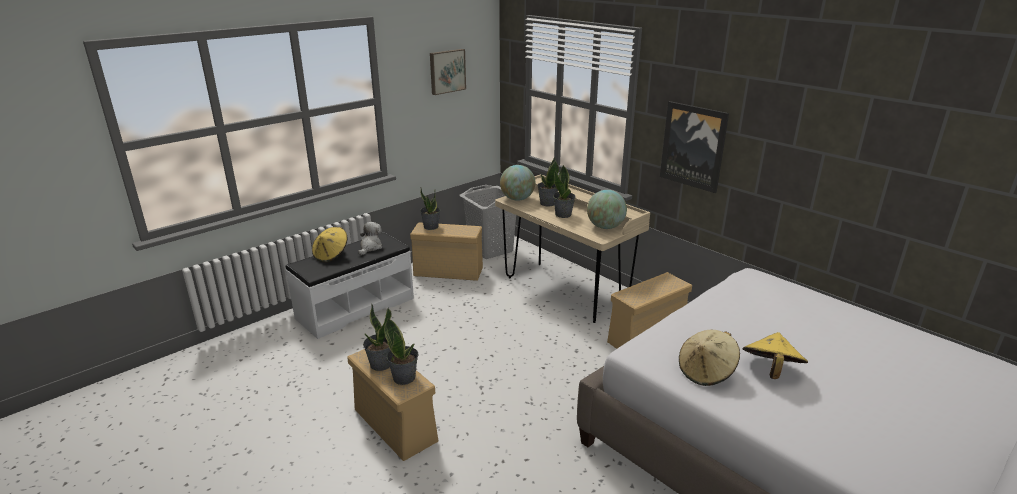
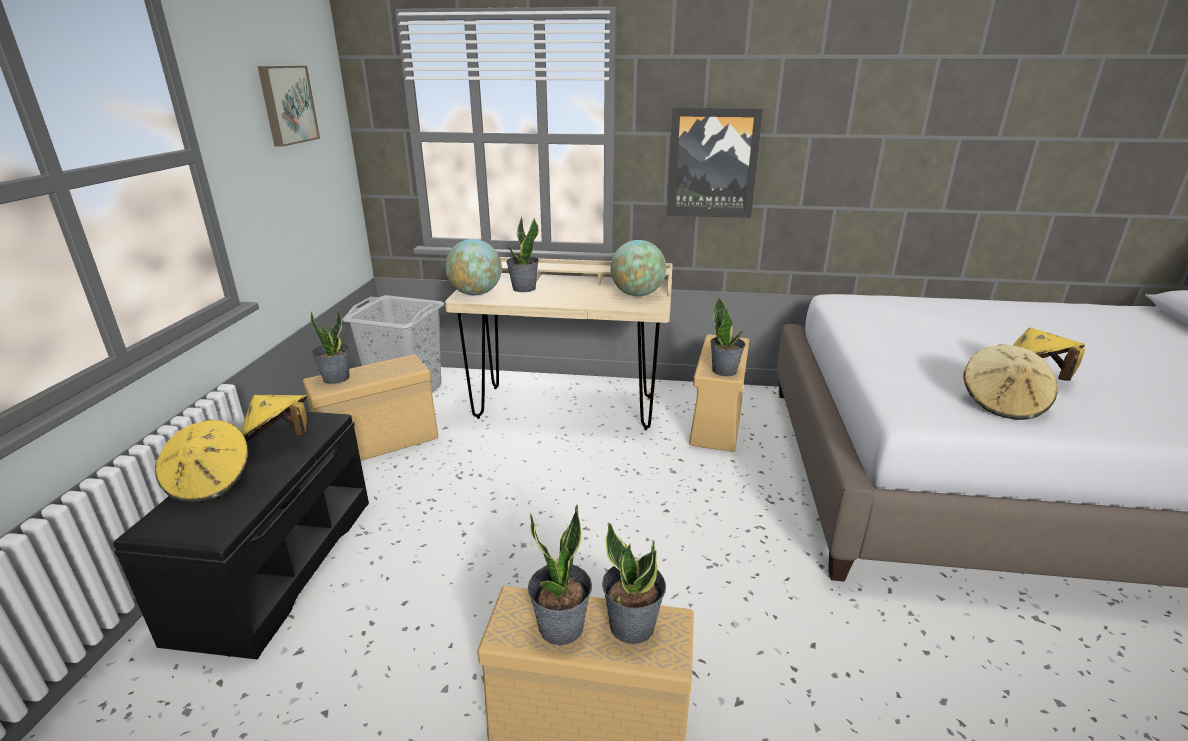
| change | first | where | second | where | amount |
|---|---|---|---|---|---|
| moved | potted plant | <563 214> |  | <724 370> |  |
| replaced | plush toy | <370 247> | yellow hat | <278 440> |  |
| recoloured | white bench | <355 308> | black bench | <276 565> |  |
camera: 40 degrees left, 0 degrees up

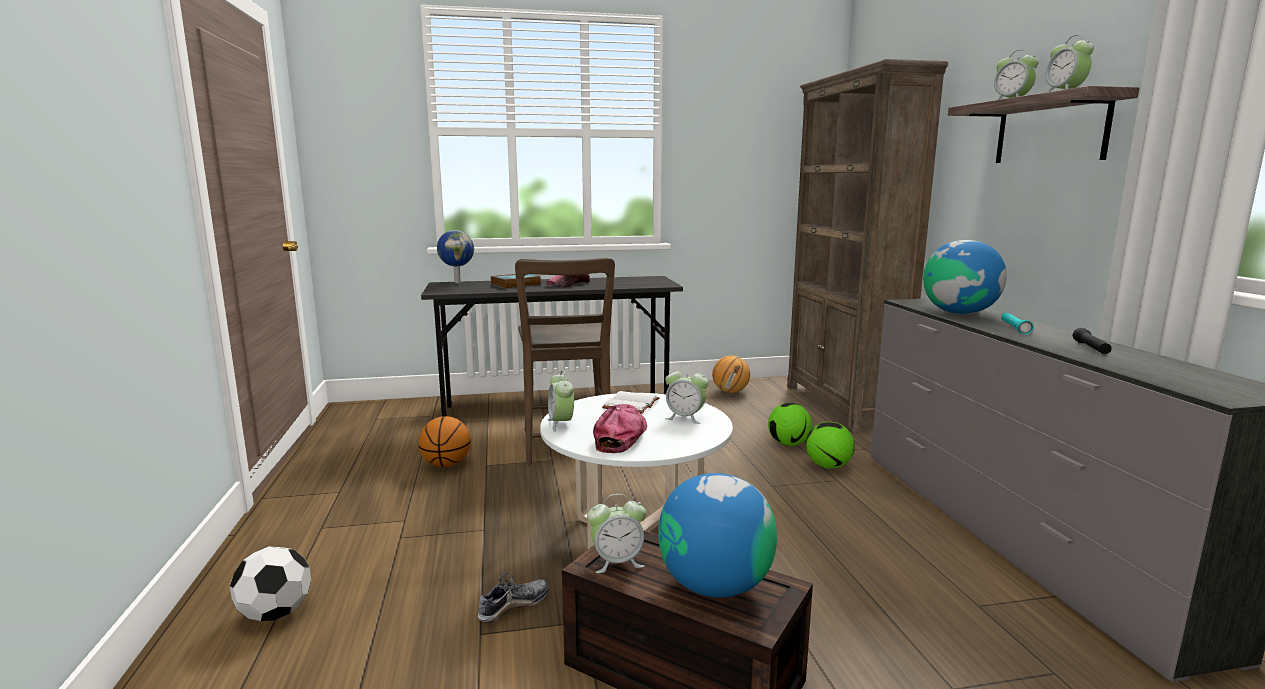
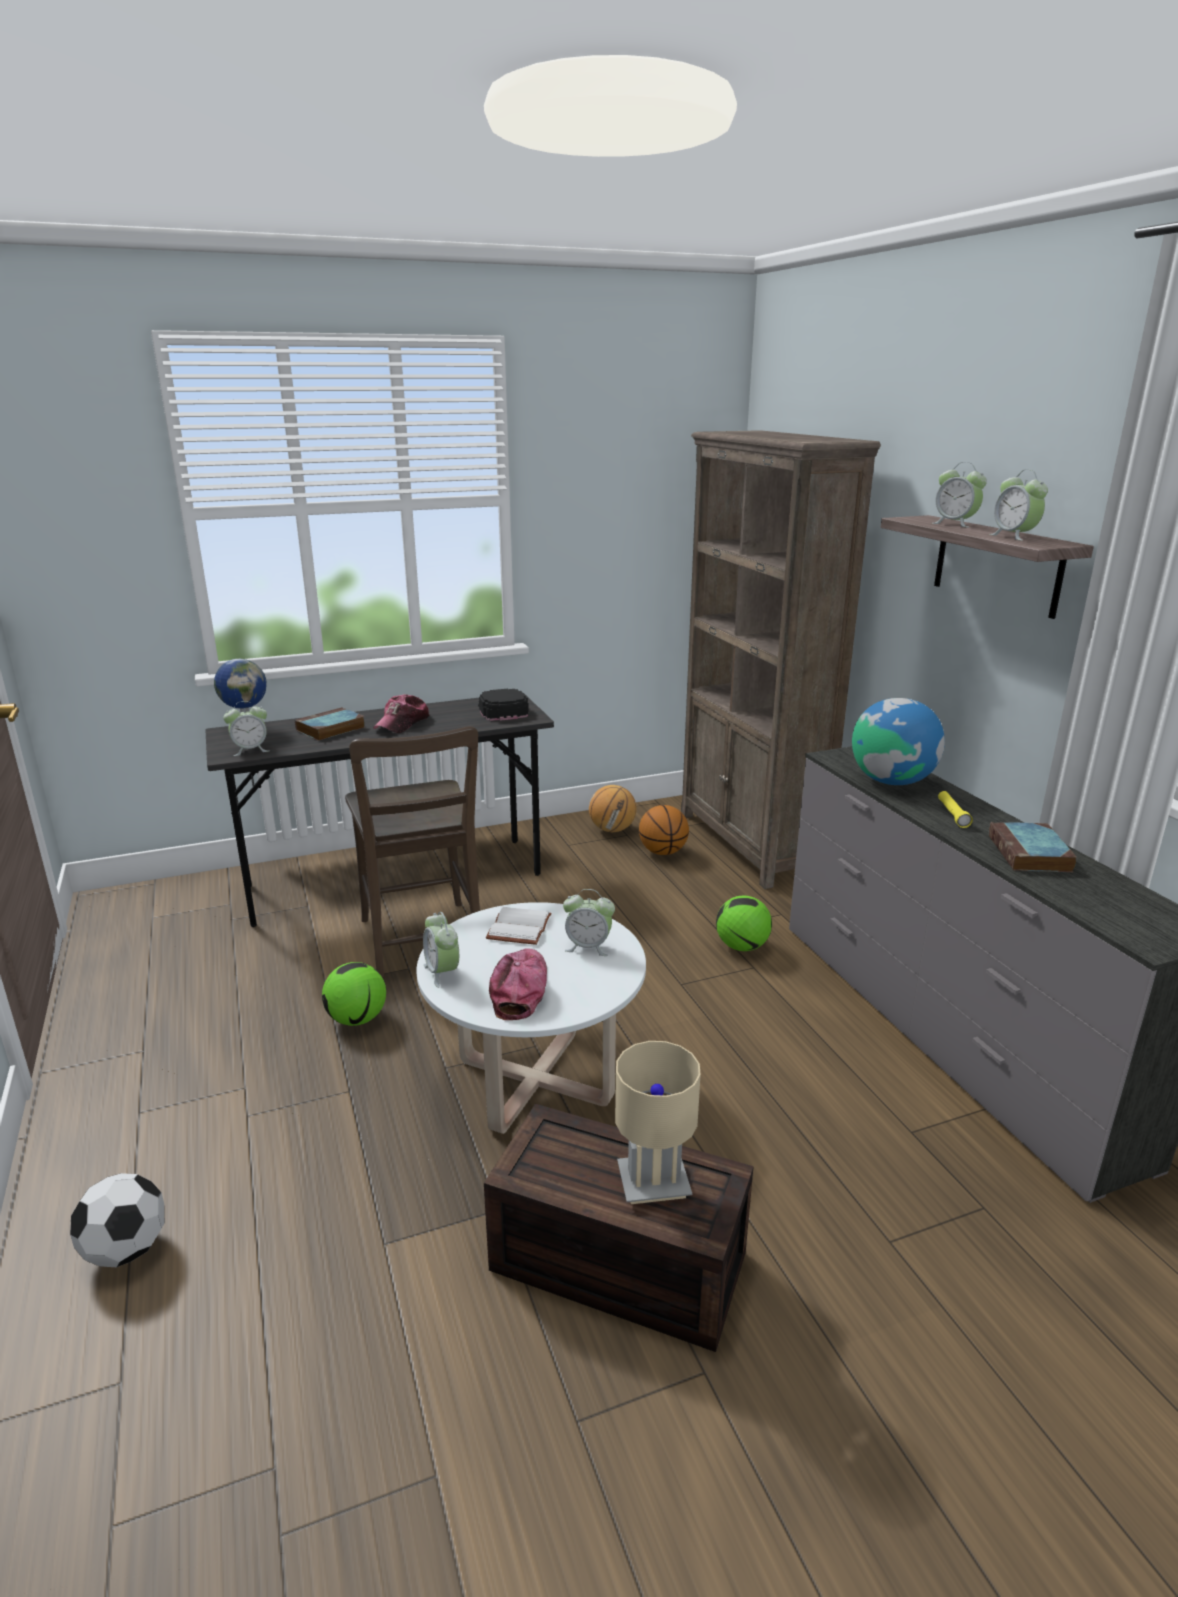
| change | first | where | second | where | amount |
|---|---|---|---|---|---|
| recoloured | turquoise flashlight | <1014 328> | yellow flashlight | <952 814> |  |
| replaced | black flashlight | <1091 348> | book | <1030 854> |  |
| moved | football | <788 444> |  | <357 1019> |  |
| moved | basketball | <446 465> |  | <662 852> |  |
| replaced | globe | <715 585> | beige table lamp | <653 1183> |  |
| moved | alarm clock | <617 562> |  | <250 750> |  |
| removed | shoe | <513 606> |  |  |  |
| added |  |  | black cap | <501 710> |  |
camera: 10 degrees left, 10 degrees up

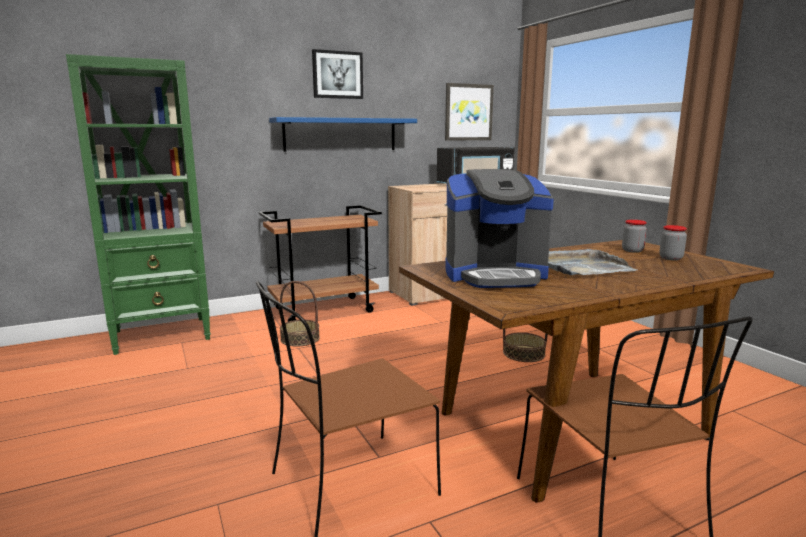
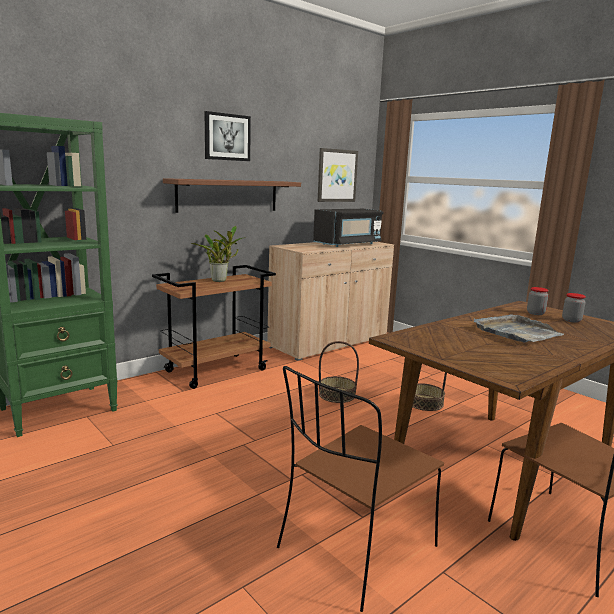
| change | first | where | second | where | amount |
|---|---|---|---|---|---|
| recoloured | blue shelf | <340 134> | brown shelf | <228 195> |  |
| removed | coffee machine | <495 275> |  |  |  |
| moved | basket | <300 339> |  | <337 395> |  |
| added |  |  | potted plant | <221 280> |  |
camera: 15 degrees left, 0 degrees up

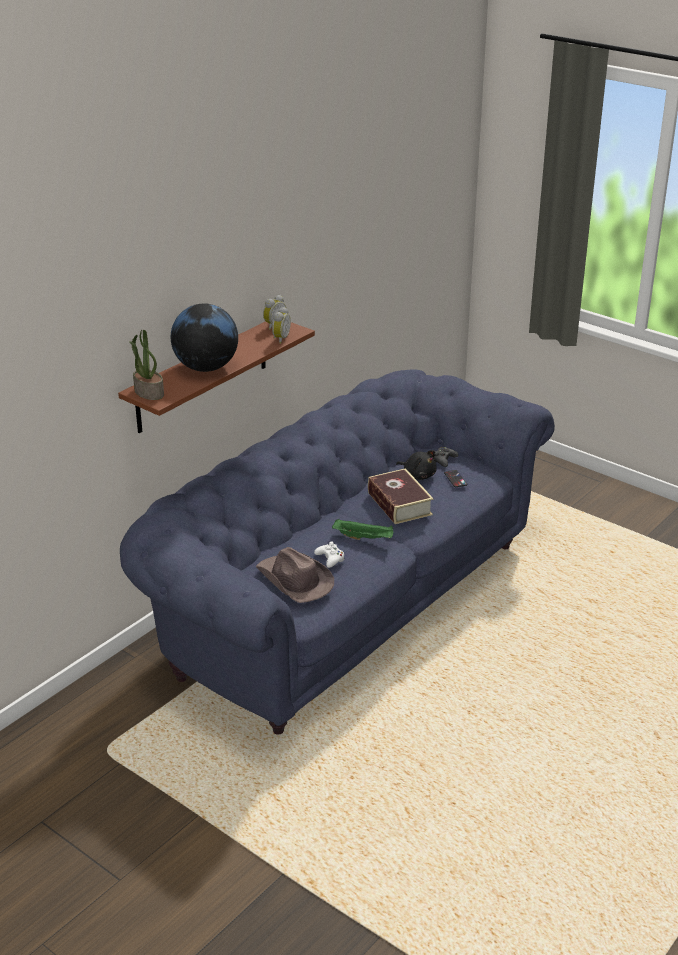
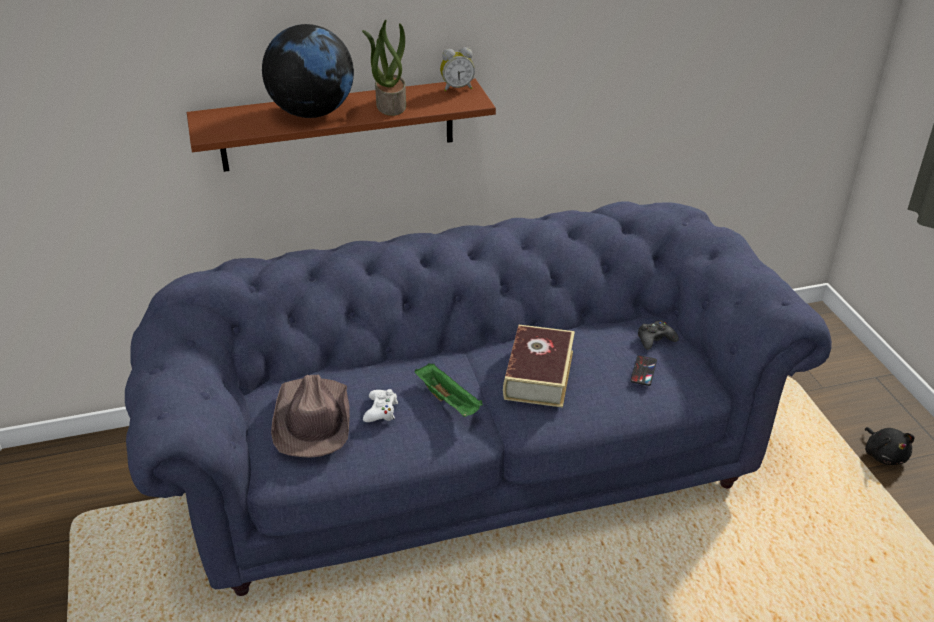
| change | first | where | second | where | amount |
|---|---|---|---|---|---|
| removed | alarm clock | <280 339> |  |  |  |
| moved | potted plant | <148 392> |  | <390 105> |  |
| moved | black plush toy | <418 475> |  | <884 455> |  |
camera: 35 degrees right, 5 degrees up

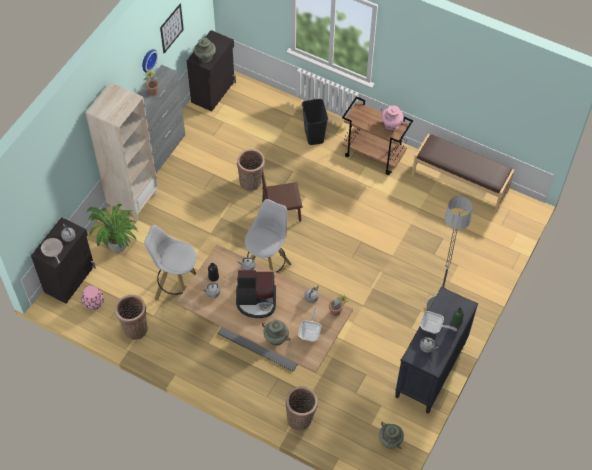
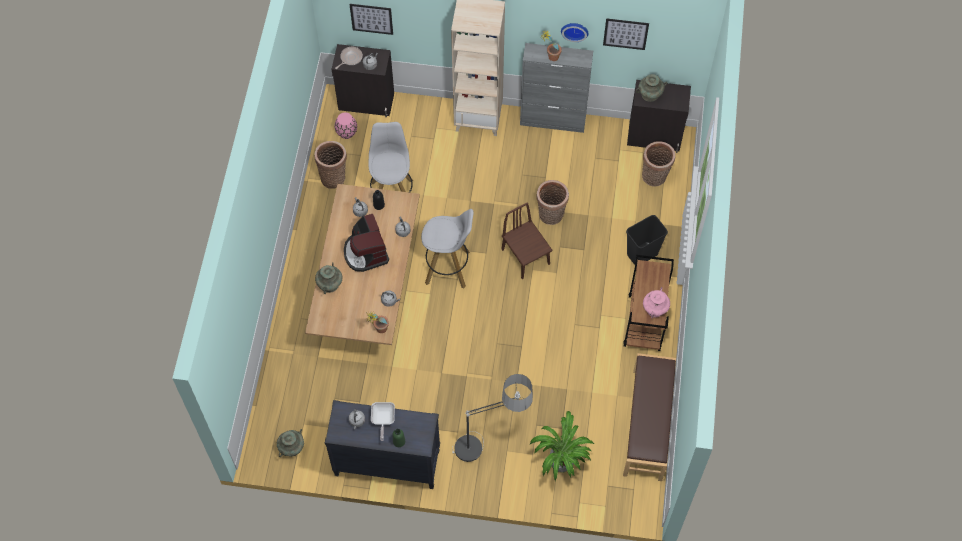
| change | first | where | second | where | amount |
|---|---|---|---|---|---|
| moved | potted plant | <118 245> |  | <561 463> |  |
| removed | frying pan | <310 332> |  |  |  |
| moved | basket | <301 419> |  | <655 177> |  |
| added |  |  | picture | <371 18> |  |
camera: 70 degrees right, 5 degrees up

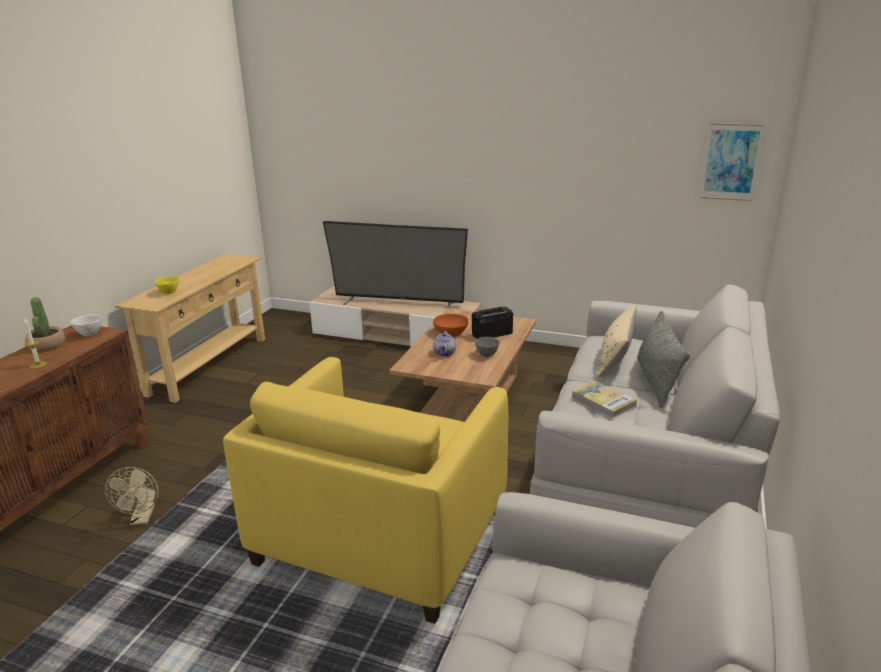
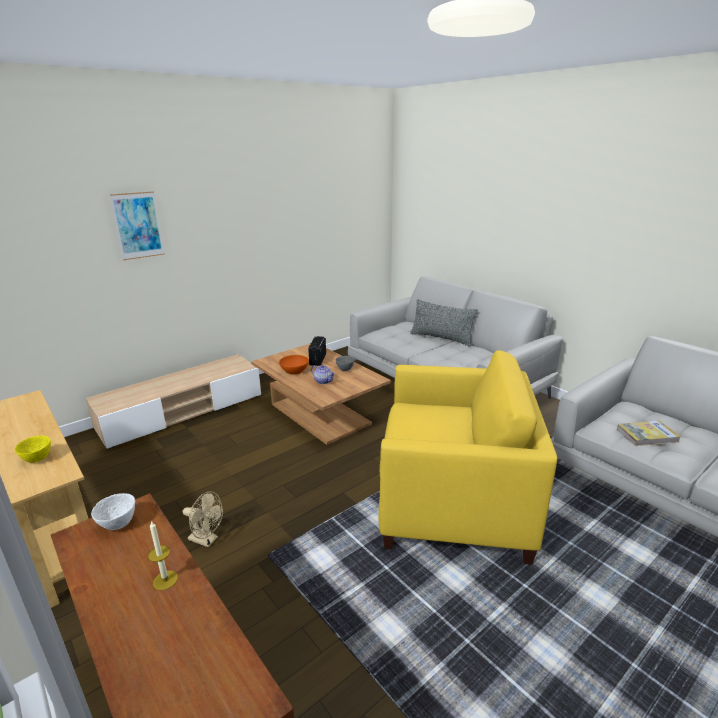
| change | first | where | second | where | amount |
|---|---|---|---|---|---|
| moved | picture | <731 162> |  | <138 225> |  |
| removed | television | <399 303> |  |  |  |
| removed | potted plant | <47 345> |  |  |  |
| removed | beige pillow | <615 359> |  |  |  |
| turned | yellow armchair | <381 536> |  | <453 500> | 45 degrees counterclockwise |
| moved | book | <603 401> |  | <647 435> |  |
| moved | beige fan | <142 519> |  | <207 540> |  |
camera: 60 degrees left, 0 degrees up

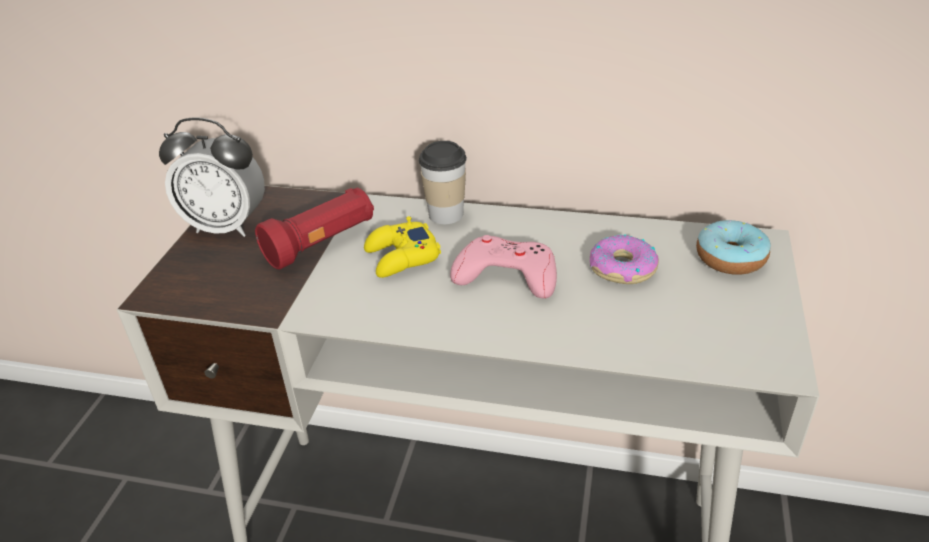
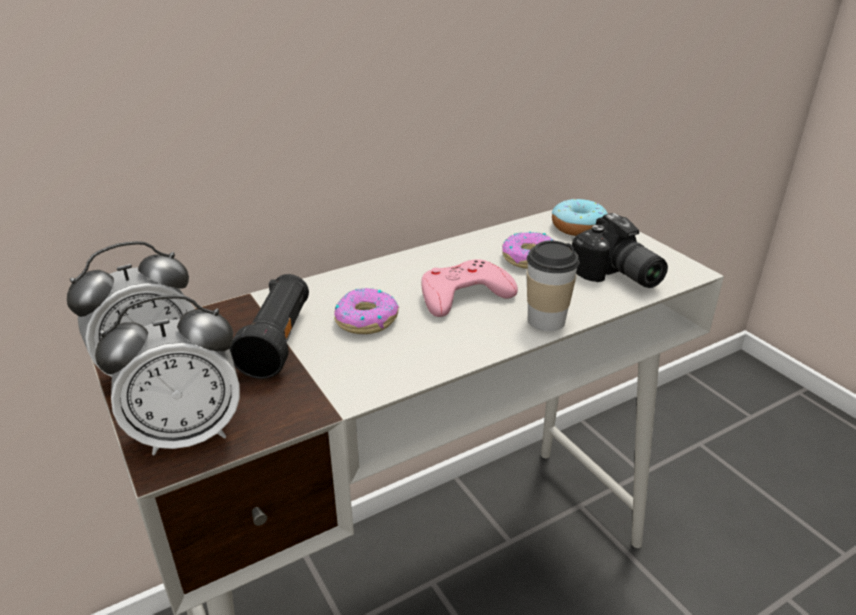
| change | first | where | second | where | amount |
|---|---|---|---|---|---|
| moved | cup | <446 214> |  | <546 320> |  |
| recoloured | red flashlight | <322 243> | black flashlight | <278 341> |  |
| replaced | yellow game controller | <401 257> | donut | <366 319> |  |
| added |  |  | photo camera | <616 276> |  |
| added |  |  | alarm clock | <188 433> |  |
camera: 45 degrees left, 5 degrees down

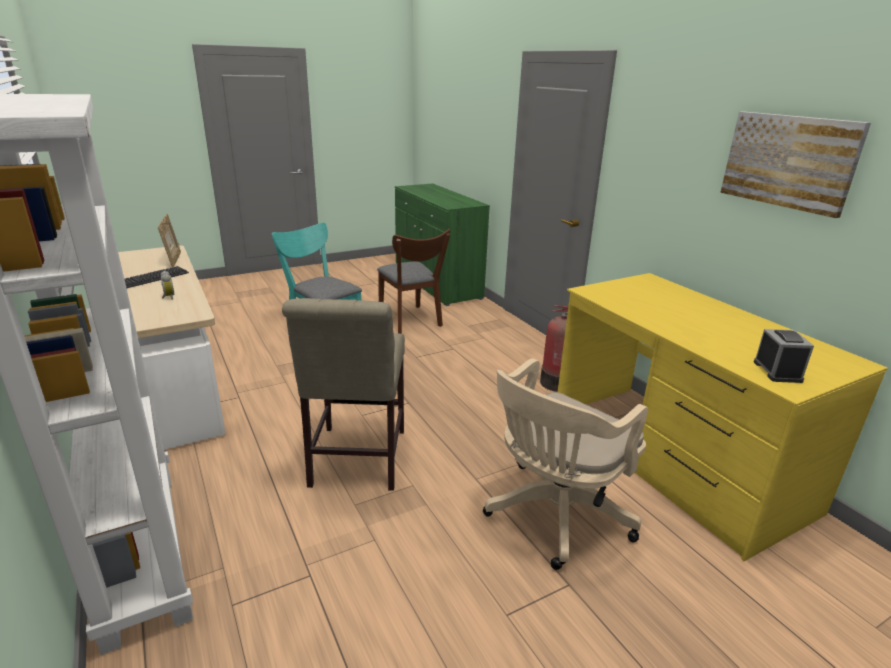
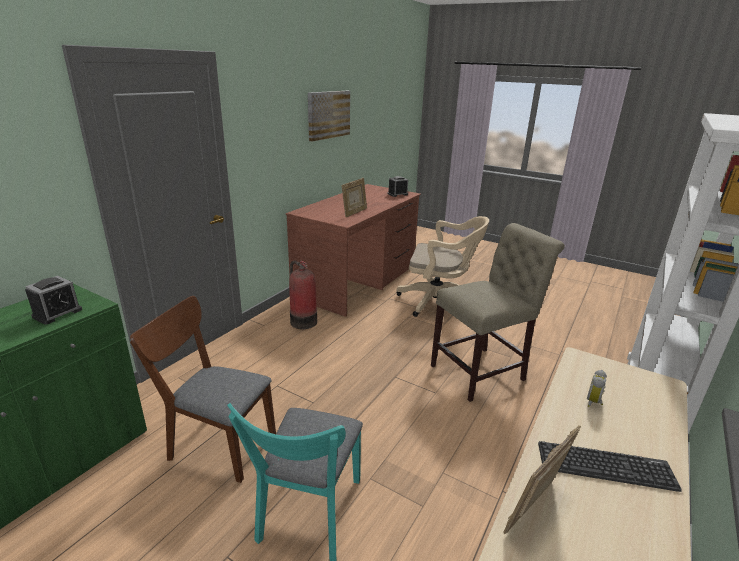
| change | first | where | second | where | amount |
|---|---|---|---|---|---|
| turned | brown chair | <411 321> |  | <216 443> | 105 degrees counterclockwise |
| recoloured | yellow desk | <673 458> | brown desk | <357 281> |  |
| added |  |  | picture frame | <354 213> |  |
| added |  |  | alarm clock | <57 313> |  |
camera: 120 degrees left, 0 degrees up

